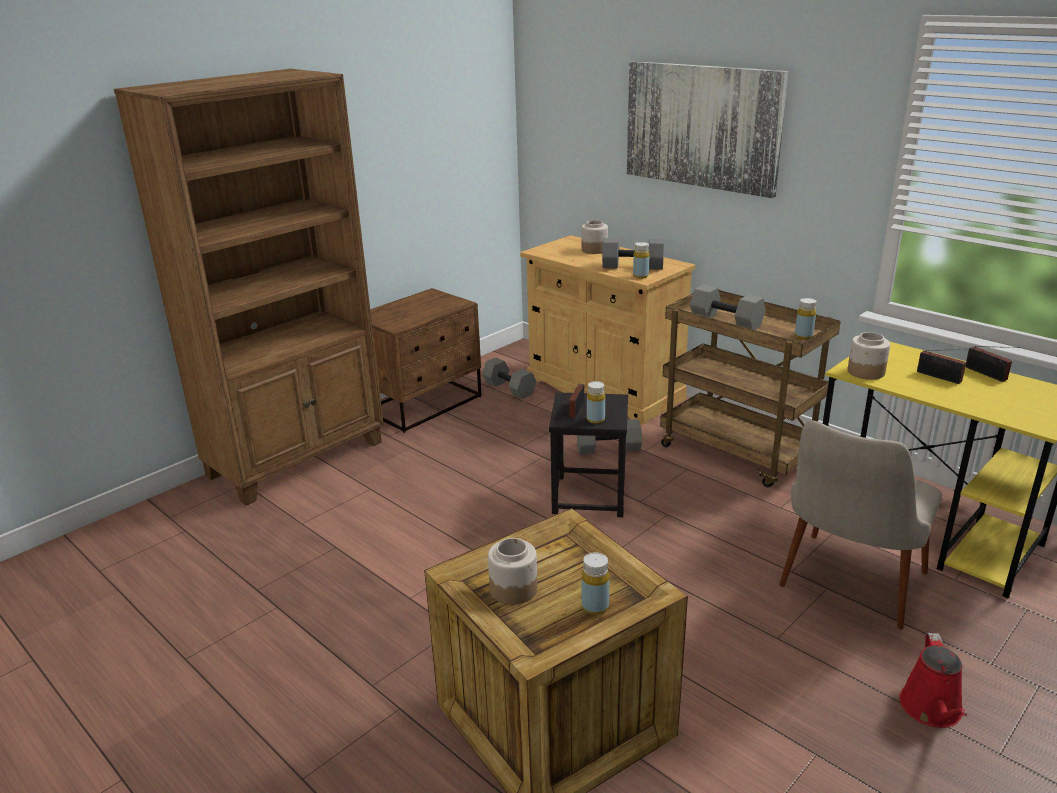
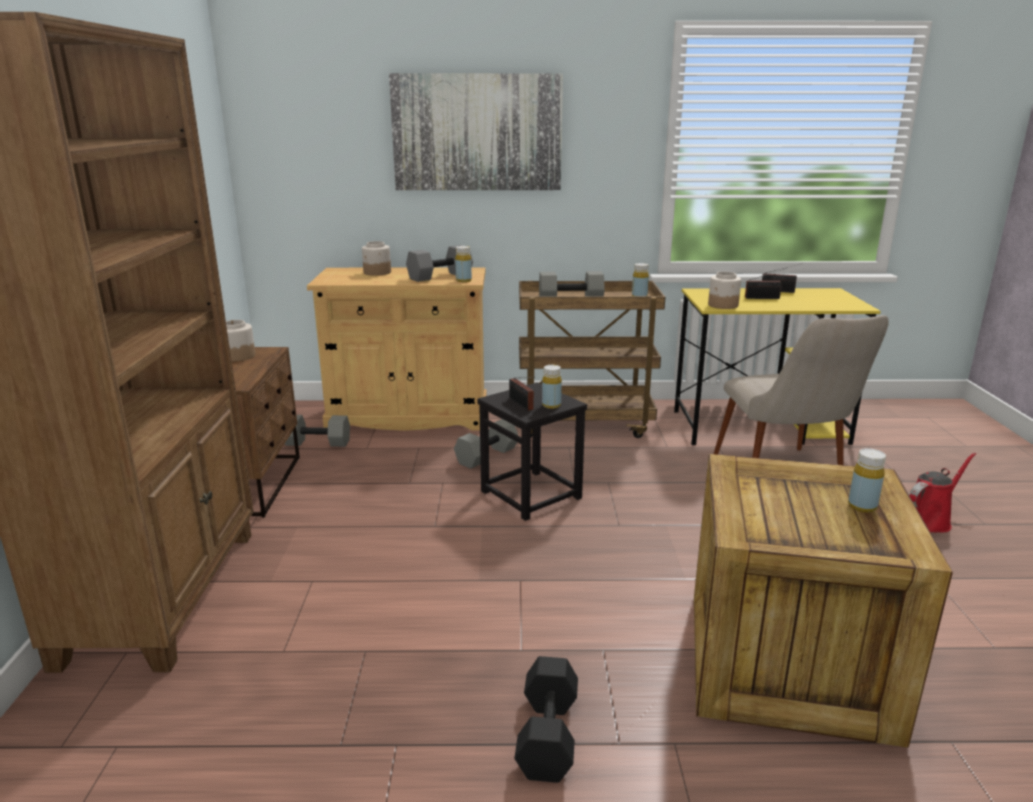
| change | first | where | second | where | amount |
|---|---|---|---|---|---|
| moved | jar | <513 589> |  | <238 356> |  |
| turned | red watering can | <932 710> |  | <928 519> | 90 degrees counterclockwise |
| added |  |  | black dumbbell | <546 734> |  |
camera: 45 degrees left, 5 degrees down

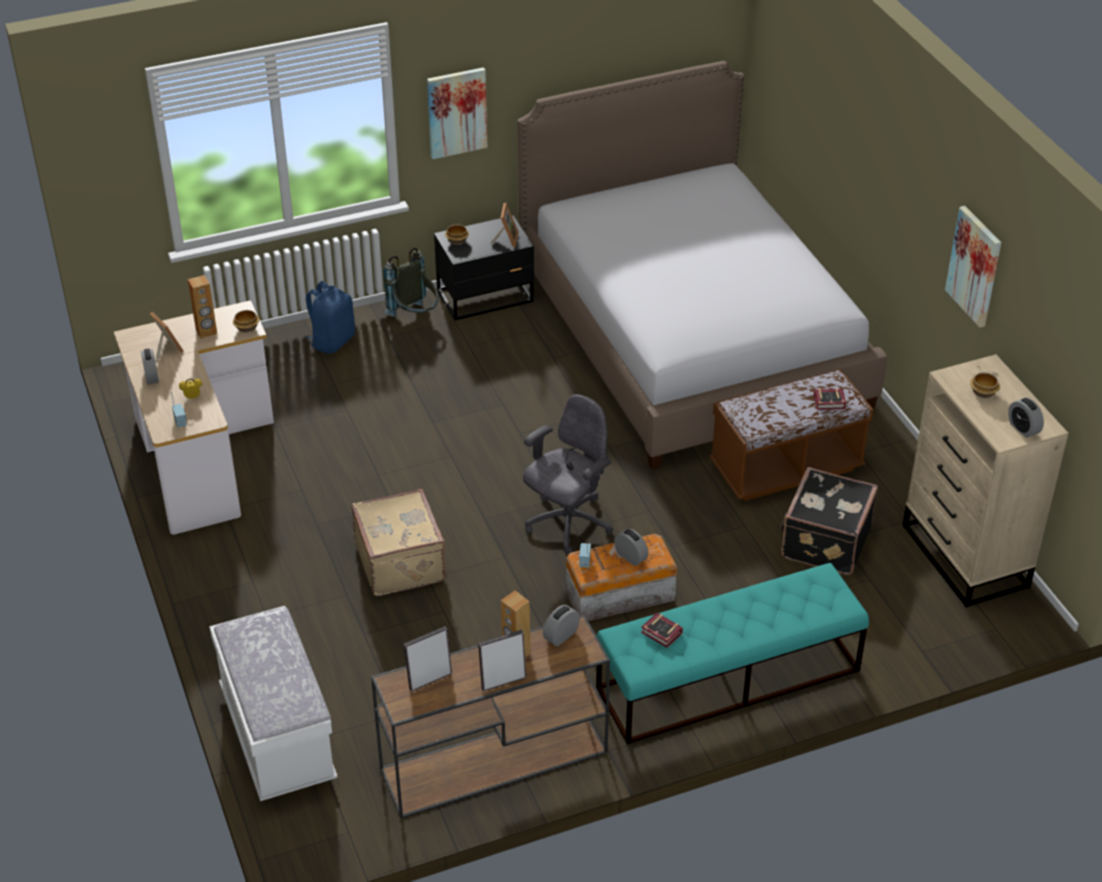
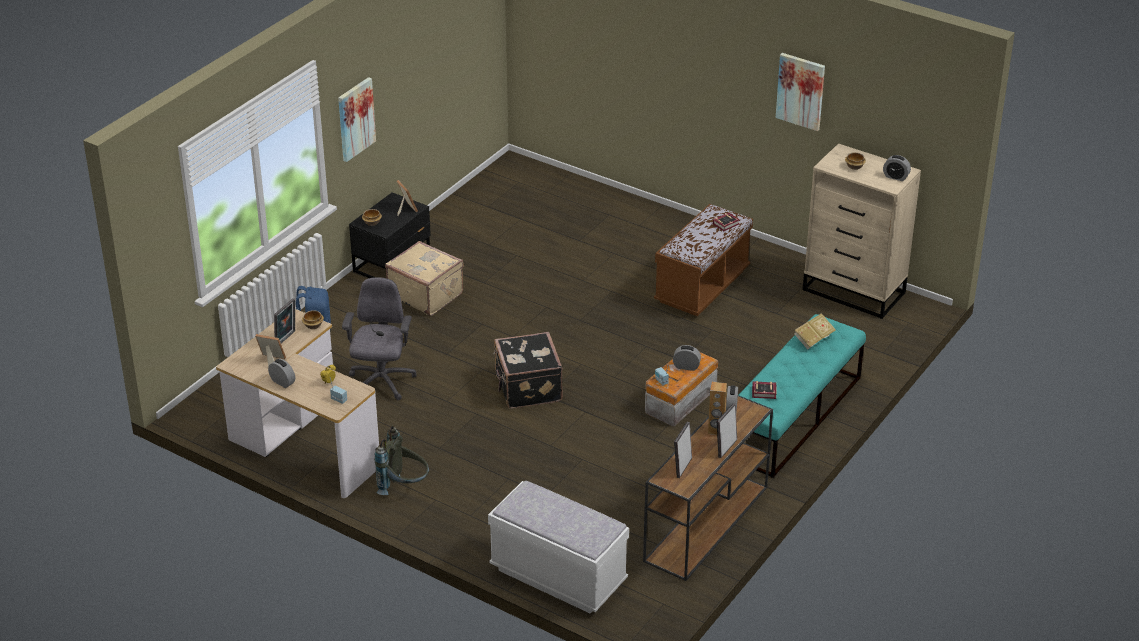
| change | first | where | second | where | amount |
|---|---|---|---|---|---|
| removed | bed | <691 337> |  |  |  |
| moved | grey backpack | <415 317> |  | <404 487> |  |
| replaced | brown speaker | <206 332> | picture frame | <286 339> |  |
| moved | grey office chair | <567 524> |  | <381 383> |  |
| moved | black suitcase | <824 541> |  | <527 388> |  |
| moved | beige suitcase | <401 562> |  | <426 294> |  |
| added |  |  | book | <813 339> |  |
camera: 35 degrees left, 5 degrees down

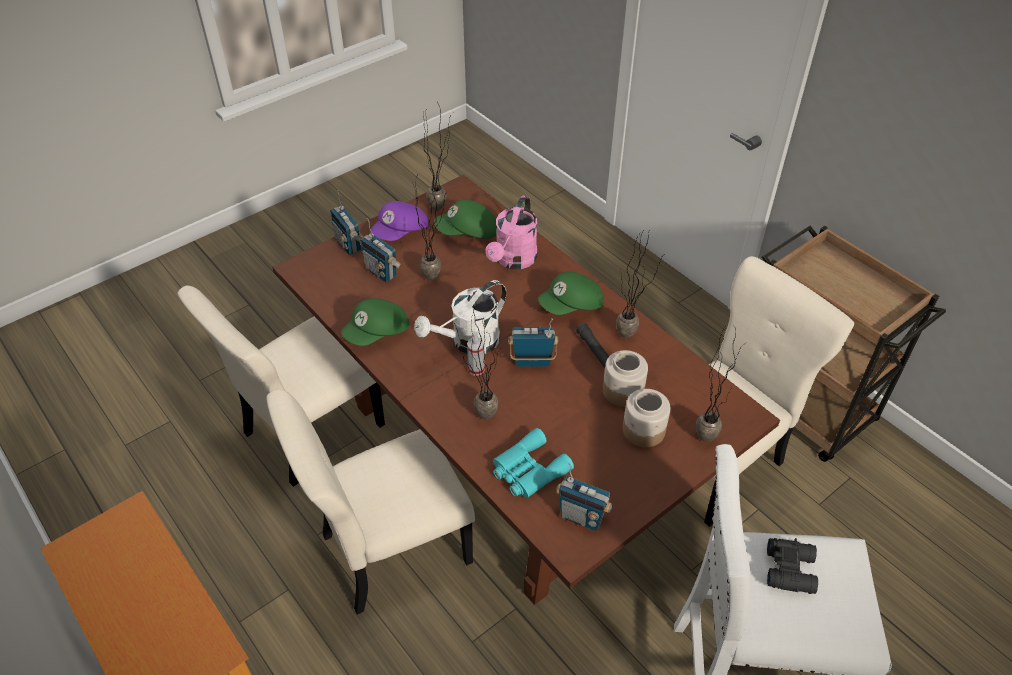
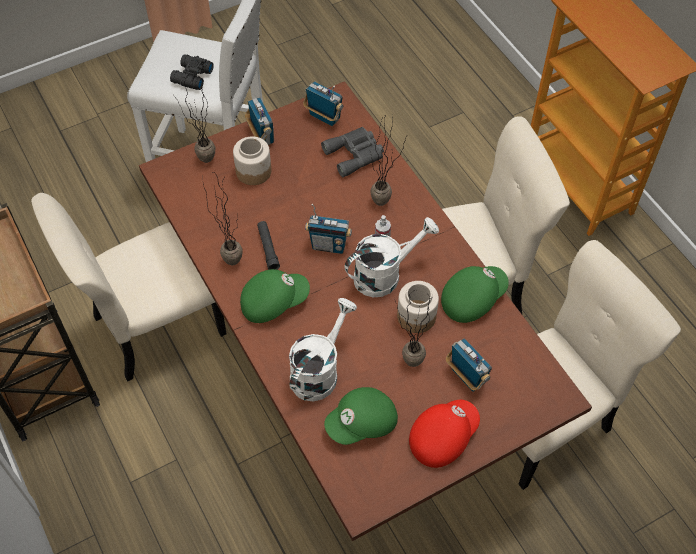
| change | first | where | second | where | amount |
|---|---|---|---|---|---|
| removed | potted plant | <443 207> |  |  |  |
| moved | radio | <349 245> |  | <262 136> |  |
| recoloured | pink watering can | <513 261> | white watering can | <319 371> |  |
| turned | green cap | <468 232> |  | <362 423> | 150 degrees clockwise |
| recoloured | purple cap | <401 232> | red cap | <442 437> |  |
| moved | jar | <622 390> |  | <416 317> |  |
| recoloured | turquoise binoculars | <528 470> | grey binoculars | <355 154> |  |
camera: 170 degrees left, 10 degrees up

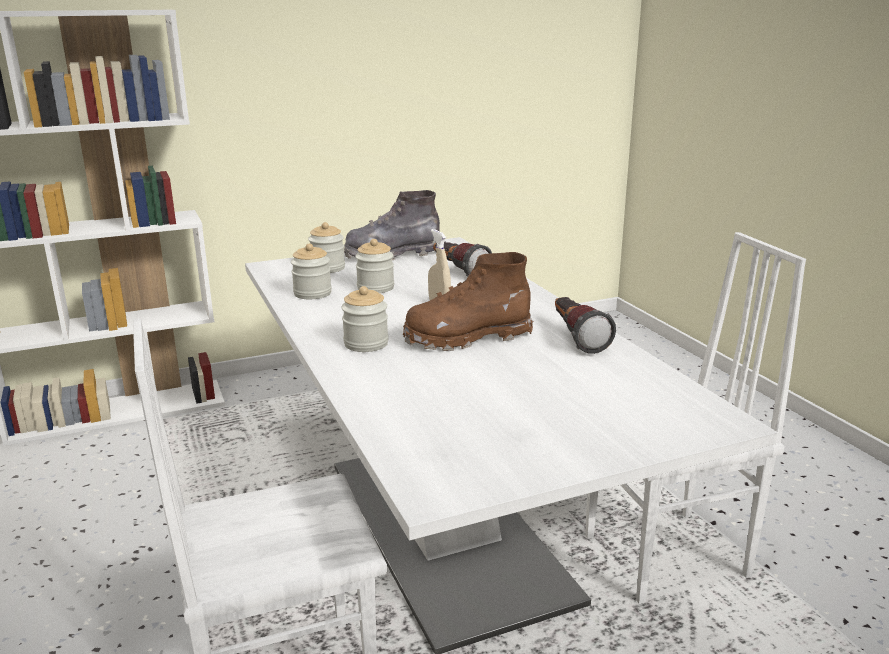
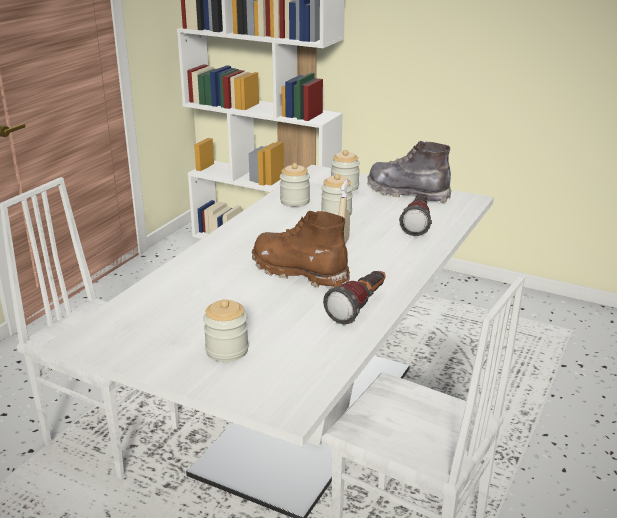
| change | first | where | second | where | amount |
|---|---|---|---|---|---|
| moved | jar | <366 344> |  | <227 350> |  |
camera: 50 degrees right, 5 degrees up

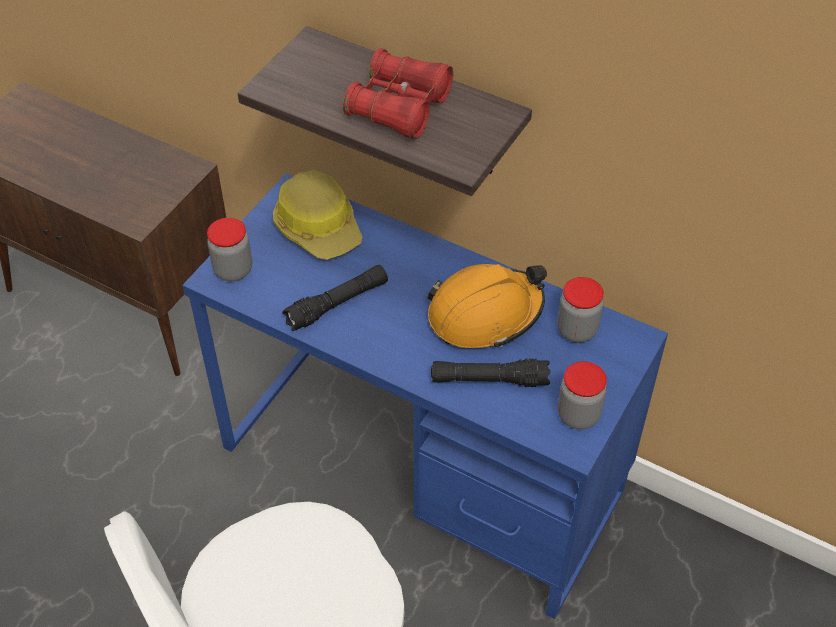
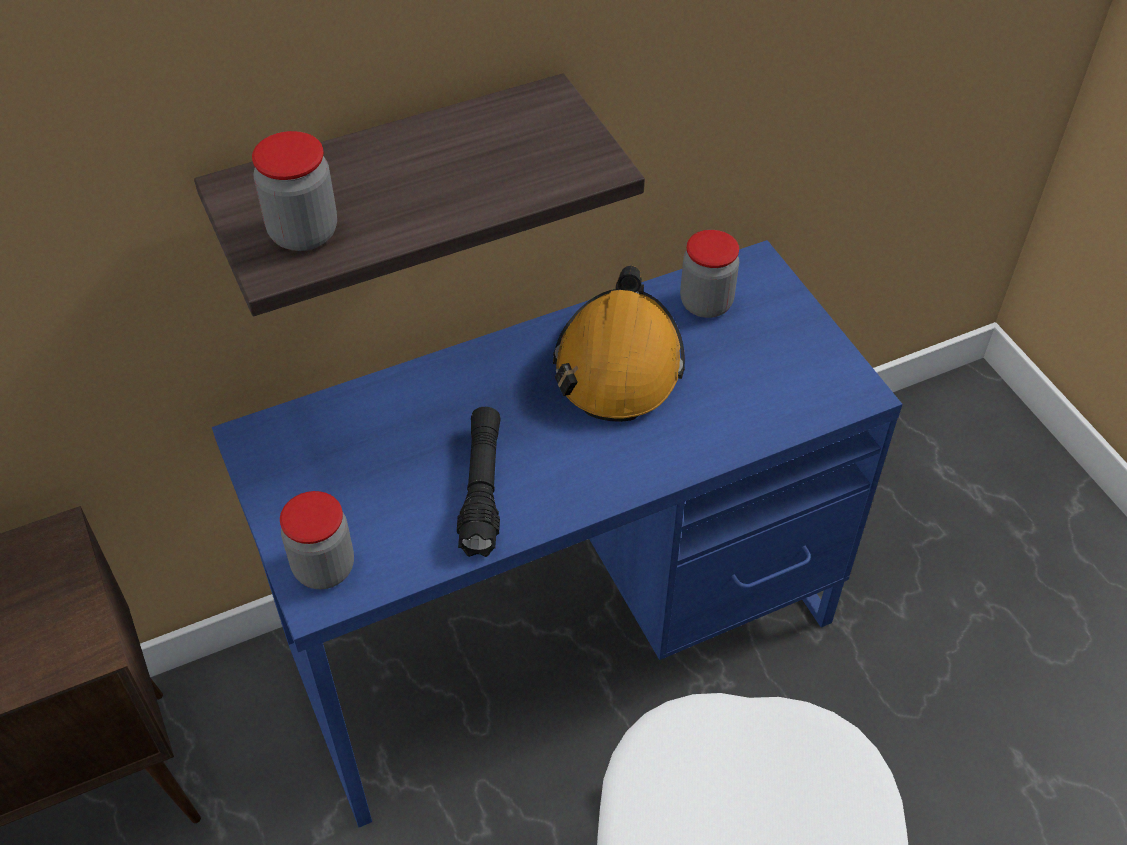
| change | first | where | second | where | amount |
|---|---|---|---|---|---|
| removed | red binoculars | <399 107> |  |  |  |
| removed | hard hat | <319 227> |  |  |  |
| removed | black flashlight | <489 380> |  |  |  |
| moved | jar | <578 415> |  | <303 233> |  |
camera: 55 degrees left, 0 degrees up

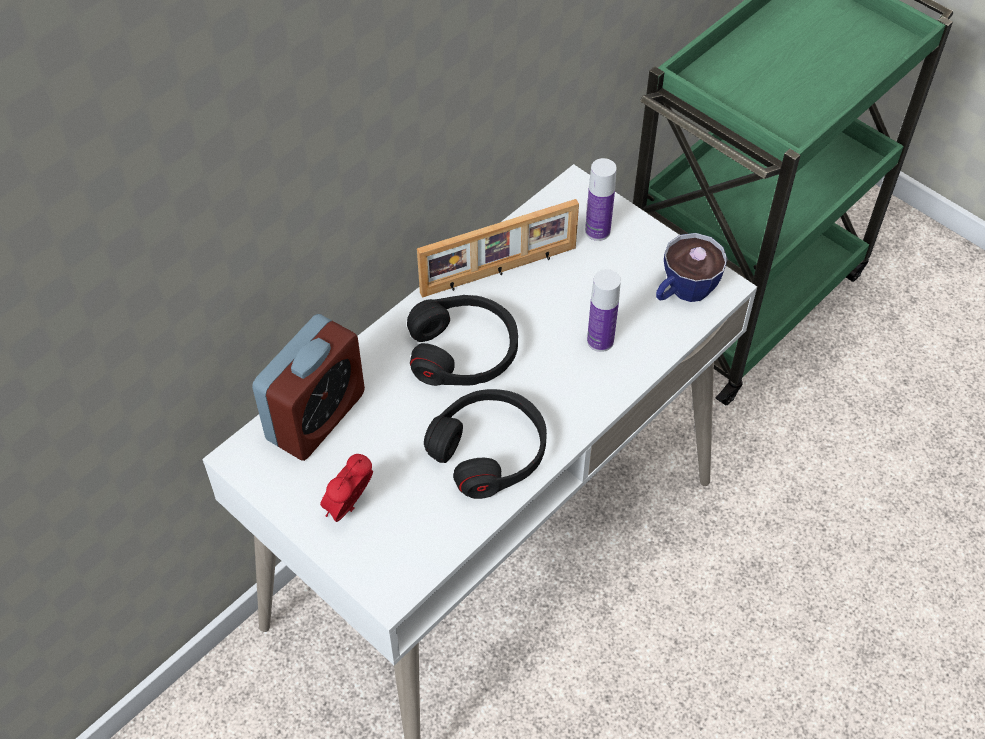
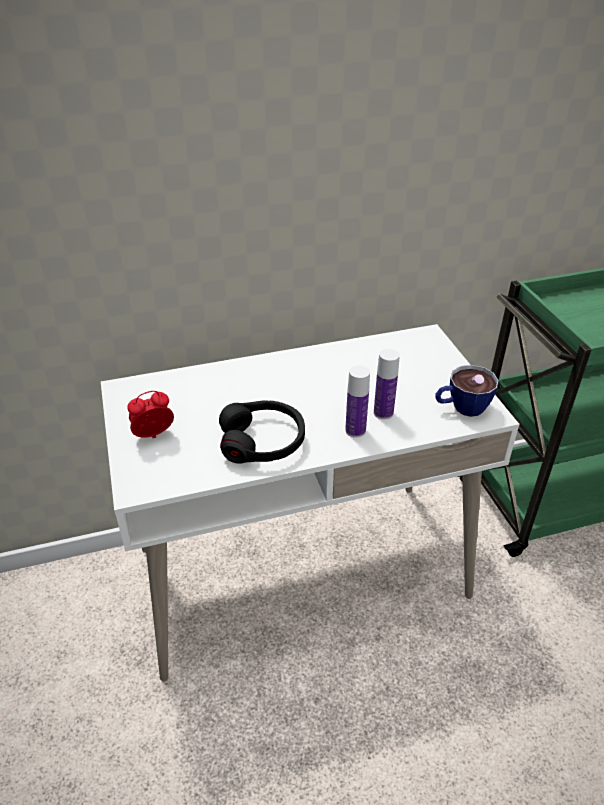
| change | first | where | second | where | amount |
|---|---|---|---|---|---|
| moved | bottle | <597 231> |  | <355 430> |  |
| removed | picture frame | <499 272> |  |  |  |
| removed | black headphones | <463 351> |  |  |  |
| removed | alarm clock | <316 417> |  |  |  |
camera: 30 degrees right, 15 degrees down

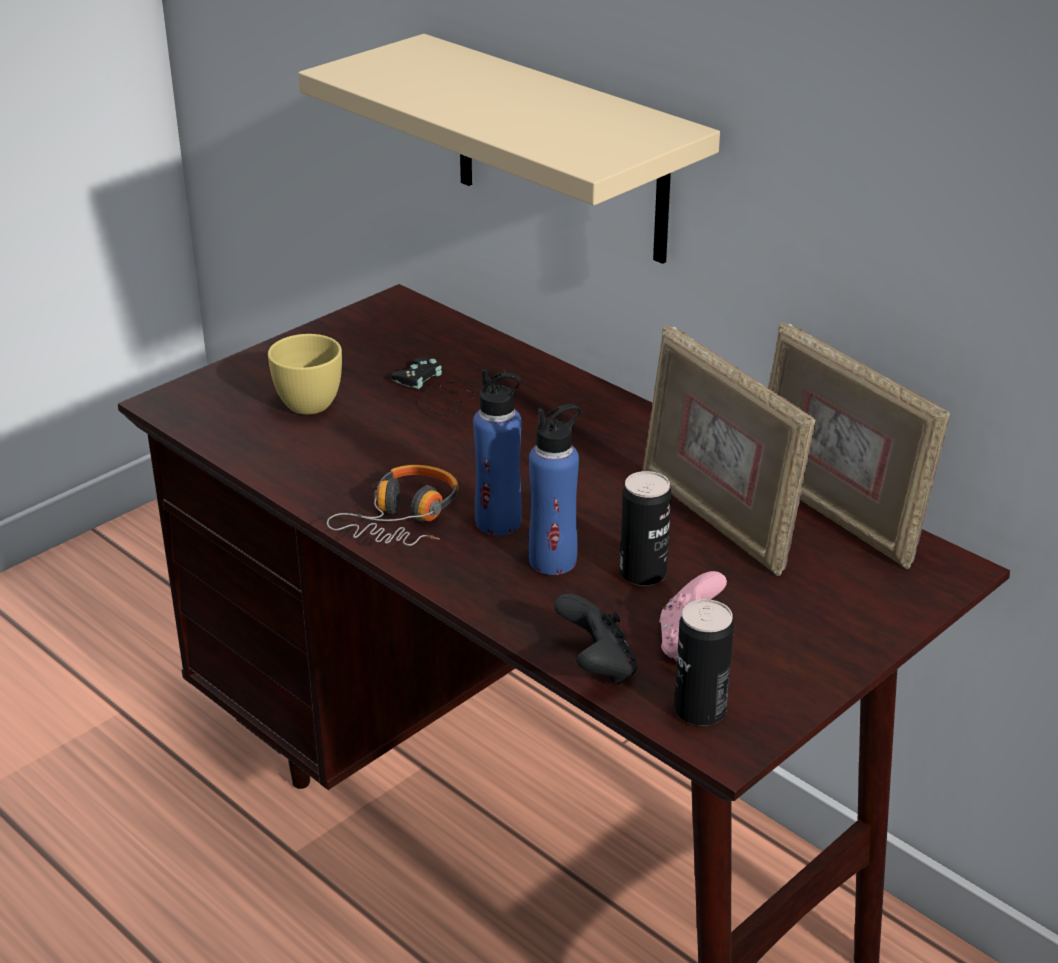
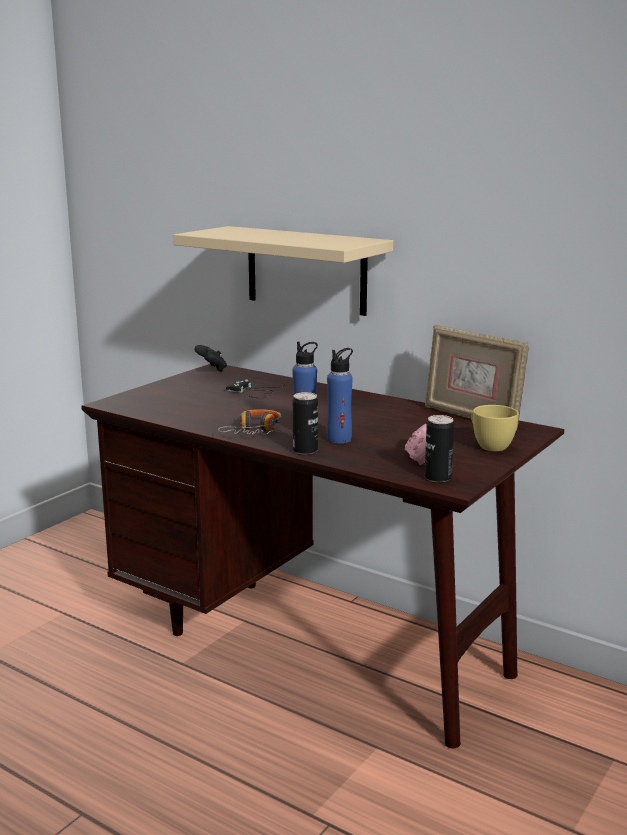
| change | first | where | second | where | amount |
|---|---|---|---|---|---|
| removed | picture frame | <716 519> |  |  |  |
| moved | yellow cup | <306 400> |  | <489 445> |  |
| moved | can | <643 573> |  | <305 450> |  |
| moved | black game controller | <597 666> |  | <212 370> |  |
camera: 10 degrees left, 15 degrees down

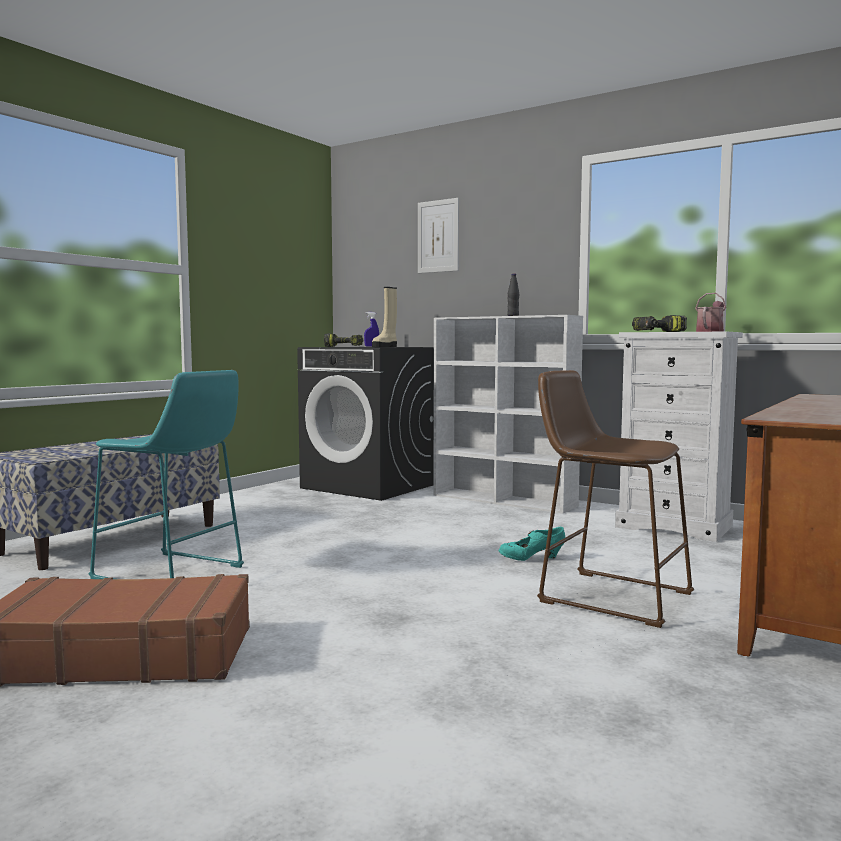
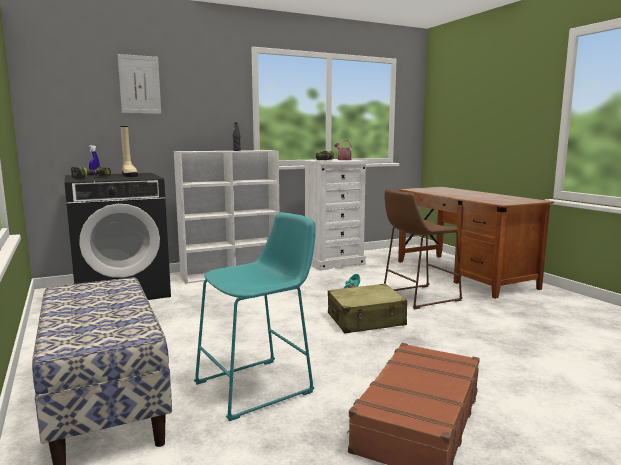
| change | first | where | second | where | amount |
|---|---|---|---|---|---|
| added |  |  | beige suitcase | <366 320> |  |
camera: 60 degrees left, 5 degrees up

